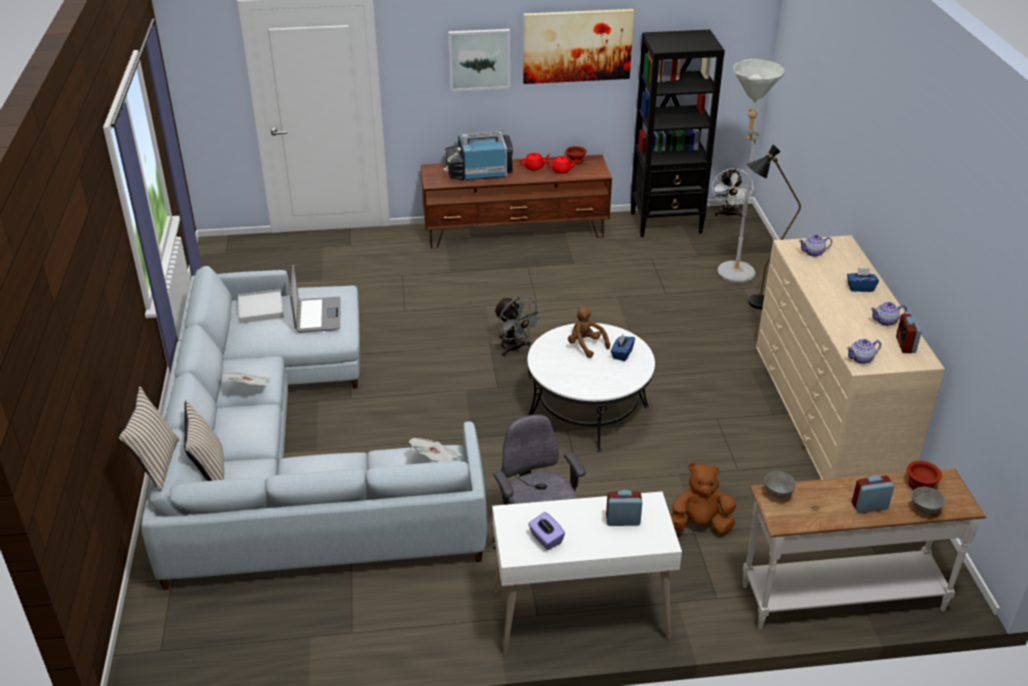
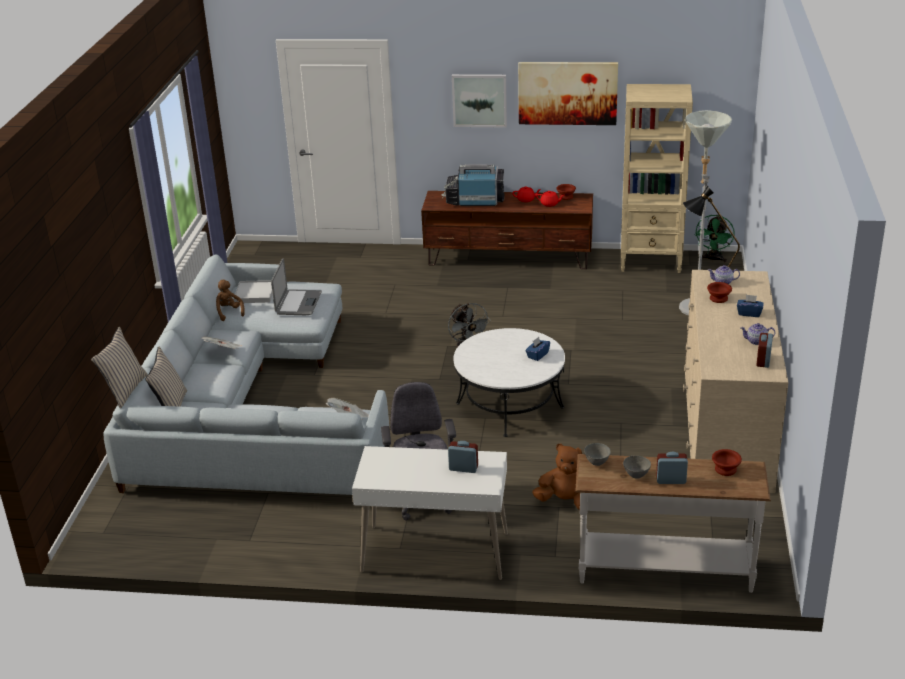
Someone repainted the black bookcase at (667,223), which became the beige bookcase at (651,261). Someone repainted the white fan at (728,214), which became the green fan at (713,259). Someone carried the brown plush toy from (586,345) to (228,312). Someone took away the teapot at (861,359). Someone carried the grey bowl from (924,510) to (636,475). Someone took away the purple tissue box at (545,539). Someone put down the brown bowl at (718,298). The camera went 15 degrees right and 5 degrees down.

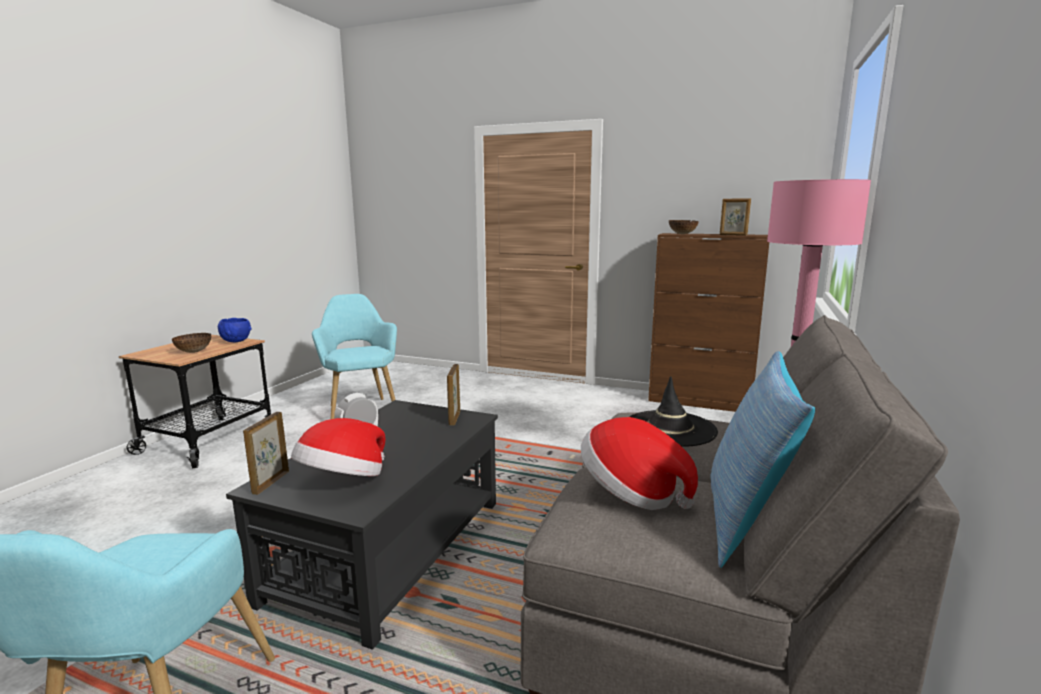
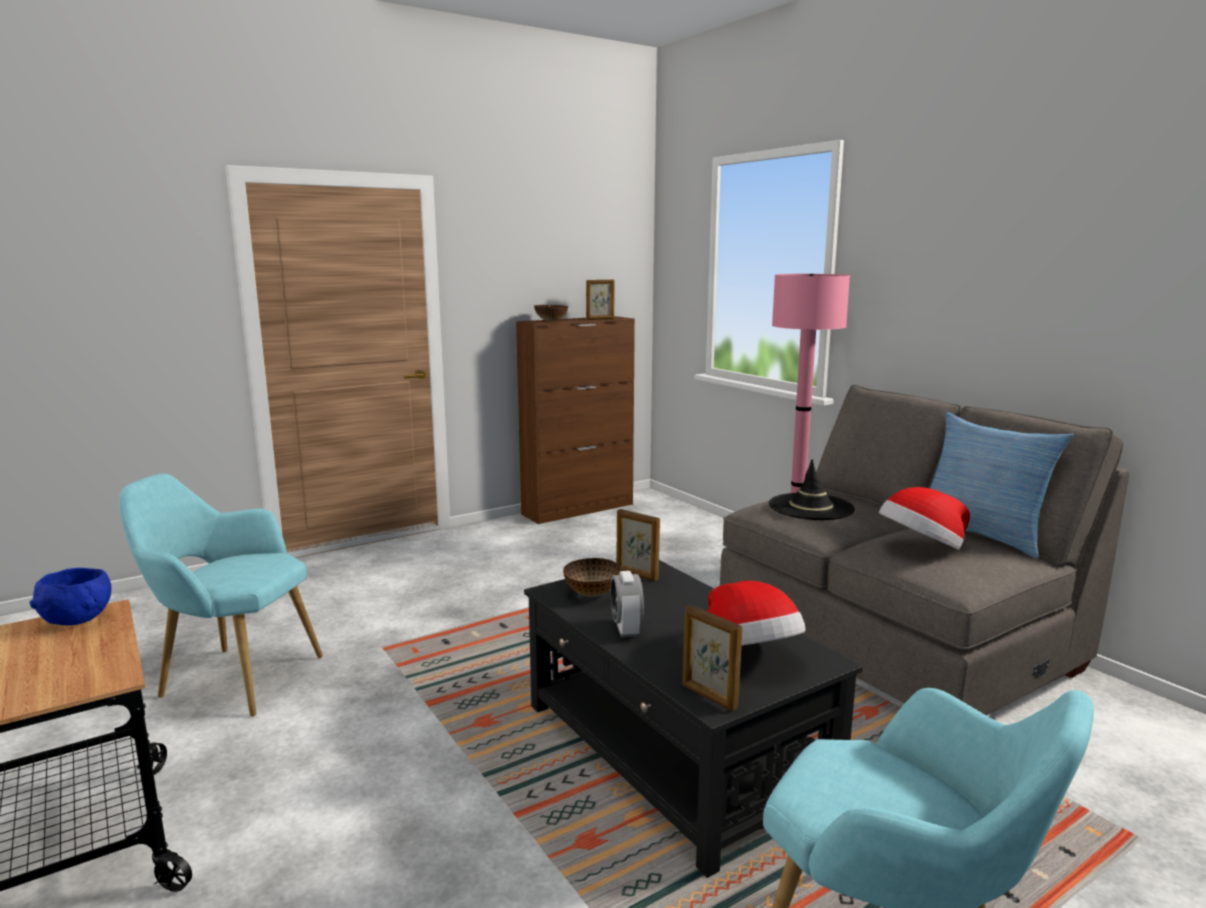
Someone carried the bowl from (193,352) to (591,594). The camera went 55 degrees left and 0 degrees up.

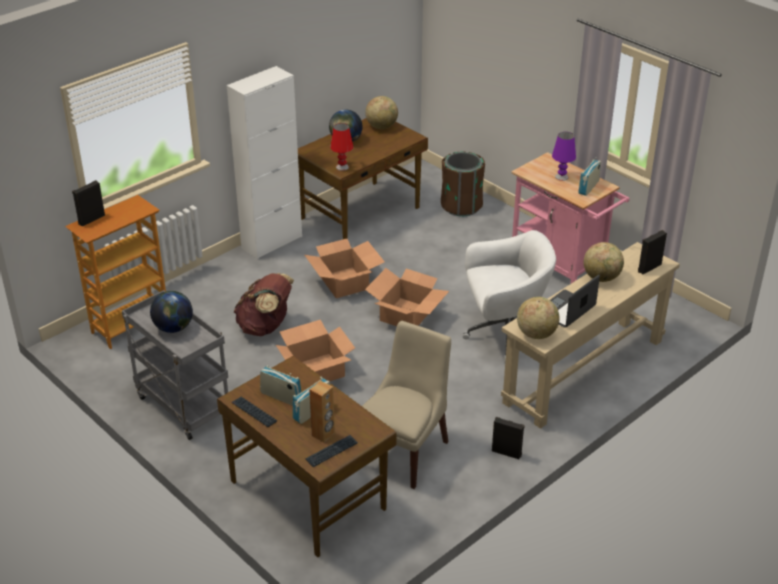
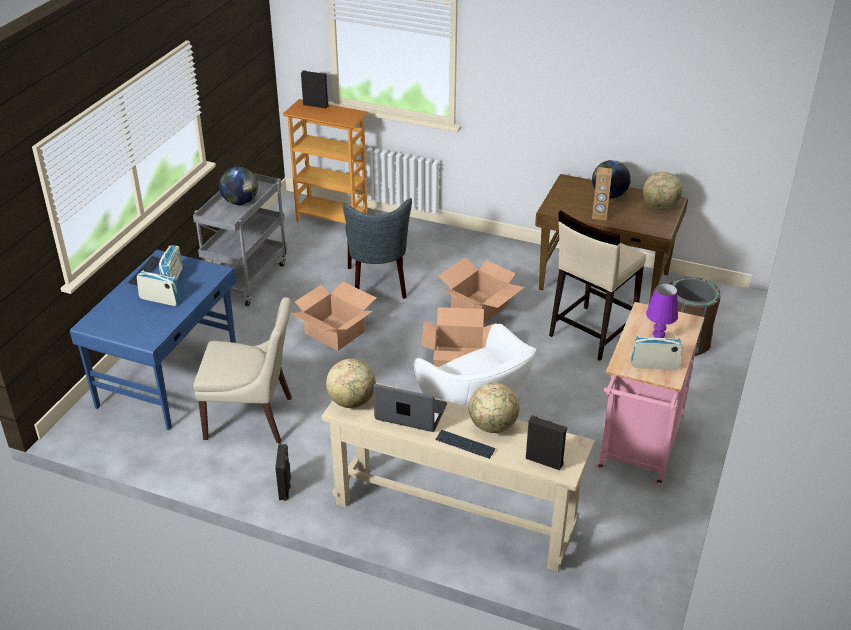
Someone took away the white cabinet at (272,242). Someone took away the red table lamp at (342,167). Someone swapped the brown backpack at (265,327) for the grey chair at (378,285). Someone repainted the brown desk at (308,494), which became the blue desk at (170,378). Someone carried the brown speaker from (323,434) to (599,216). Someone carried the keyboard from (332,452) to (465,445). Someone put down the beige stool at (591,333). The camera went 65 degrees right and 0 degrees up.

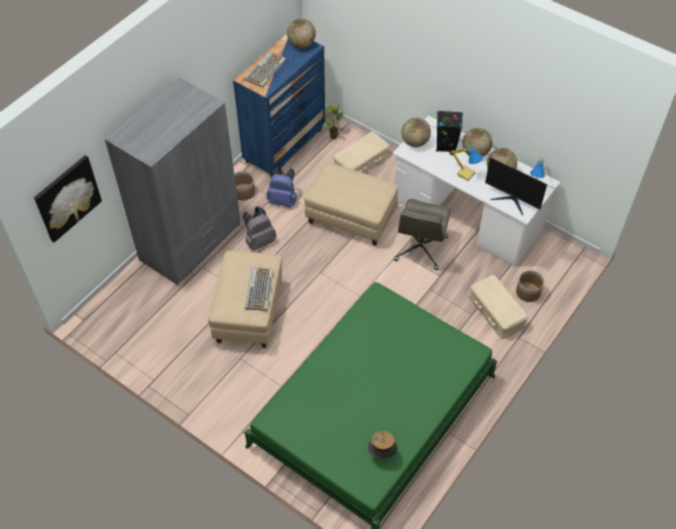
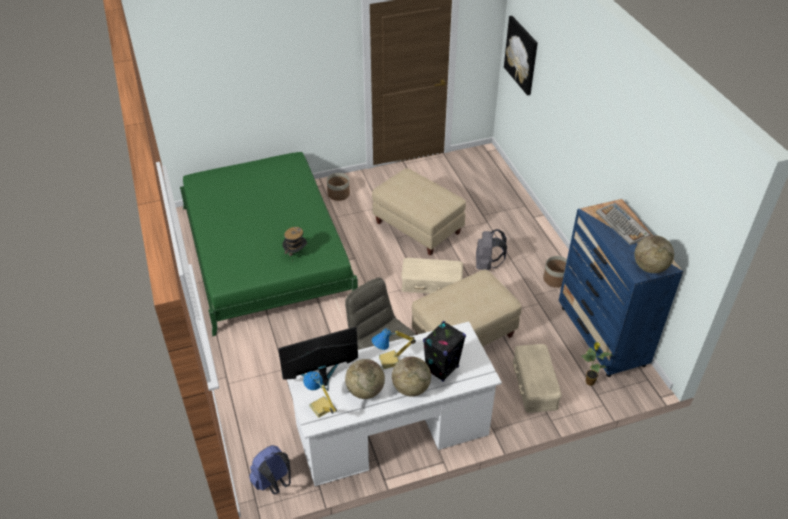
Someone took away the grey wardrobe at (191,242). Someone took away the globe at (415,142). Someone carried the blue backpack from (283,200) to (273,483). Someone took away the keyboard at (259,289). Someone carried the planter from (528,292) to (338,194). Someone carried the beige storage box from (496,312) to (431,282). Someone carried the hat from (382,453) to (296,253). The camera went 125 degrees right and 10 degrees down.

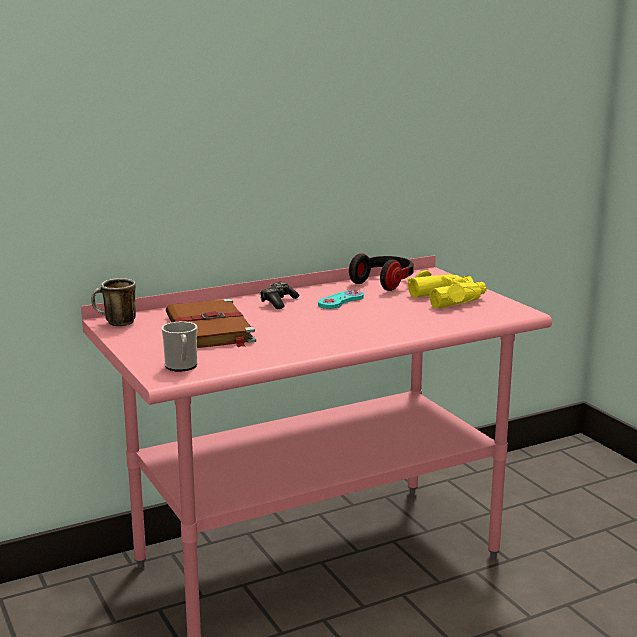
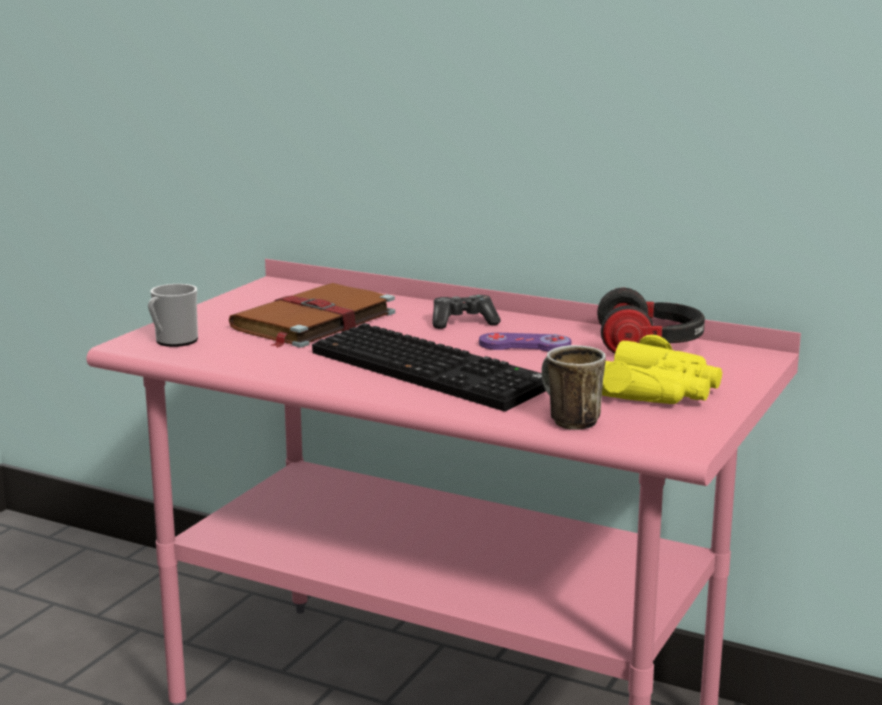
Someone carried the mug from (115,323) to (566,420). Someone repainted the turquoise game controller at (340,301), which became the purple game controller at (524,345). Someone put down the keyboard at (434,370). The camera went 55 degrees right and 0 degrees up.

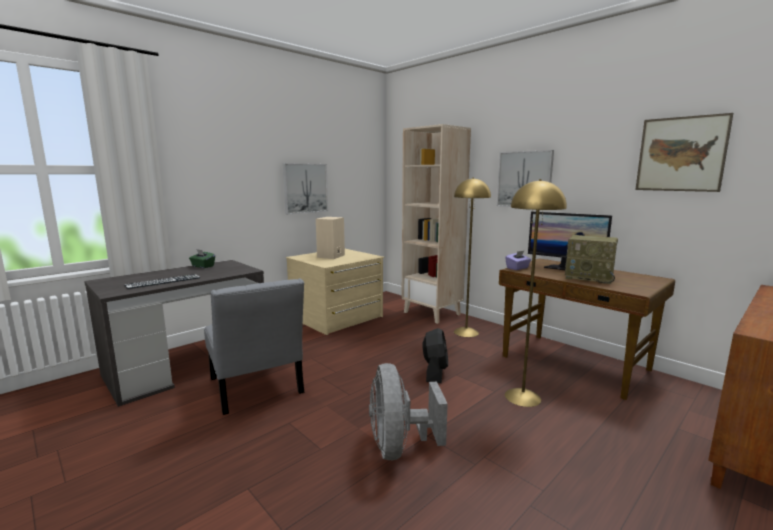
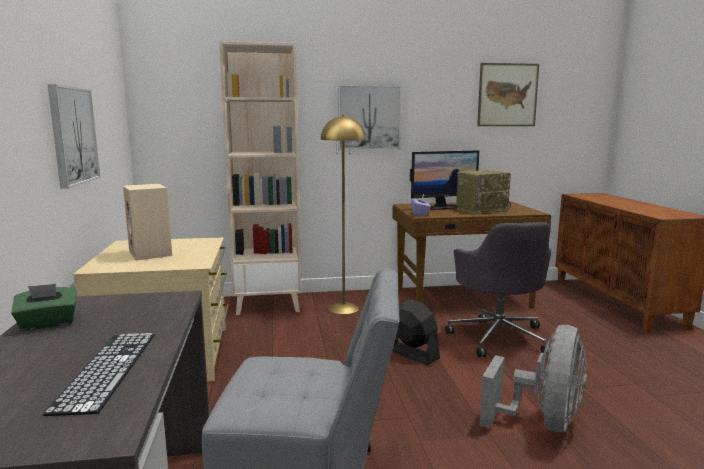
Someone swapped the yellow floor lamp at (522,397) for the grey office chair at (498,337). Someone rotated the grey fan at (399,446) by 90 degrees counterclockwise. The camera went 55 degrees left and 0 degrees up.

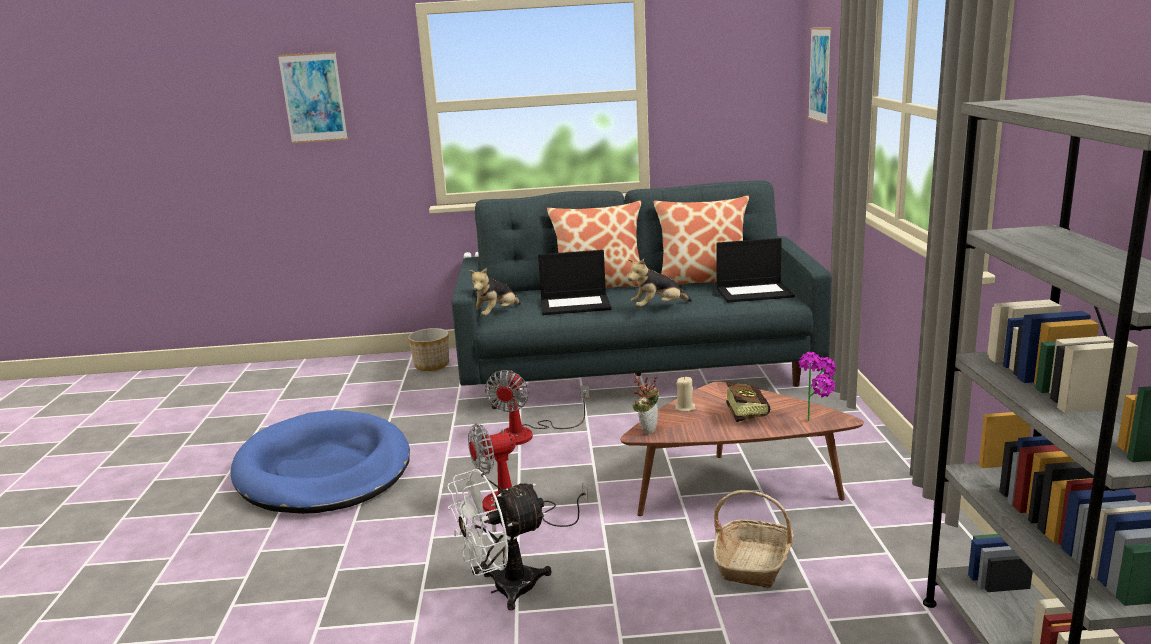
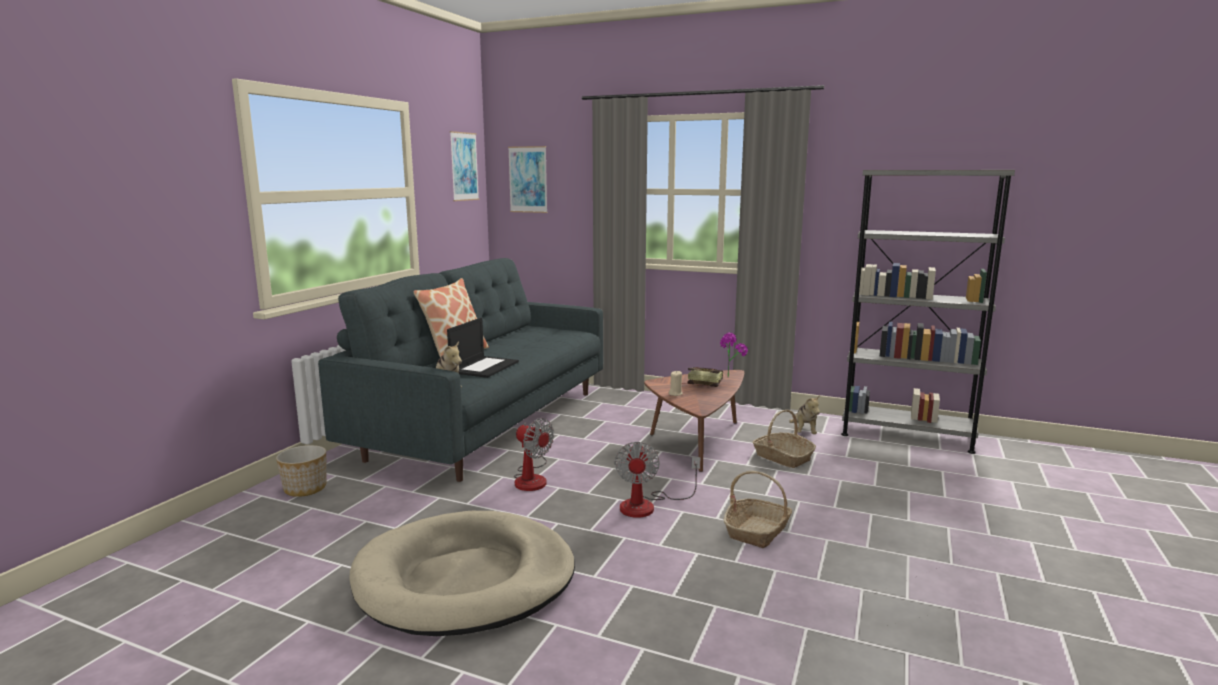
Someone carried the picture from (313,97) to (464,166). Someone took away the pillow at (703,281). Someone took away the laptop at (755,292). Someone carried the plush toy from (658,308) to (804,432). Someone took away the potted plant at (647,429). Someone repainted the blue dog bed at (324,470), which became the beige dog bed at (465,579). Someone swapped the white fan at (503,589) for the basket at (757,531). The camera went 65 degrees left and 5 degrees down.

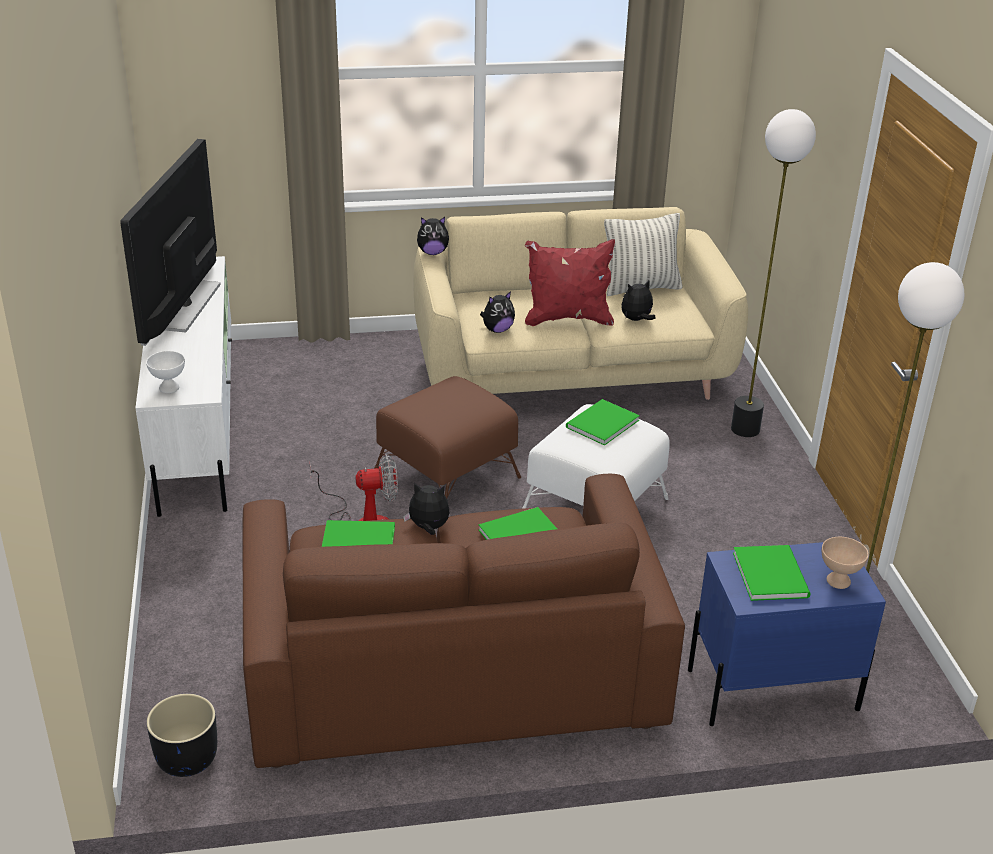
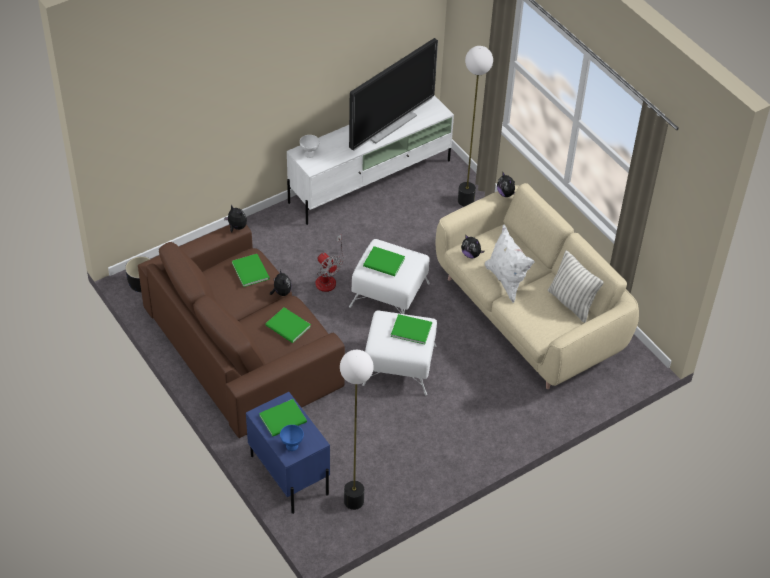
Someone carried the floor lamp from (746,429) to (466,201). Someone rotated the television at (187,306) by 150 degrees clockwise. Someone repainted the red pillow at (567,319), which became the white pillow at (506,280). Someone carried the plush toy from (636,320) to (236,227). Someone repainted the brown ottoman at (448,474), which became the white ottoman at (390,295). Someone repainted the beige bowl at (838,582), which became the blue bowl at (291,446). Someone put down the green book at (384,263). The camera went 65 degrees right and 15 degrees up.

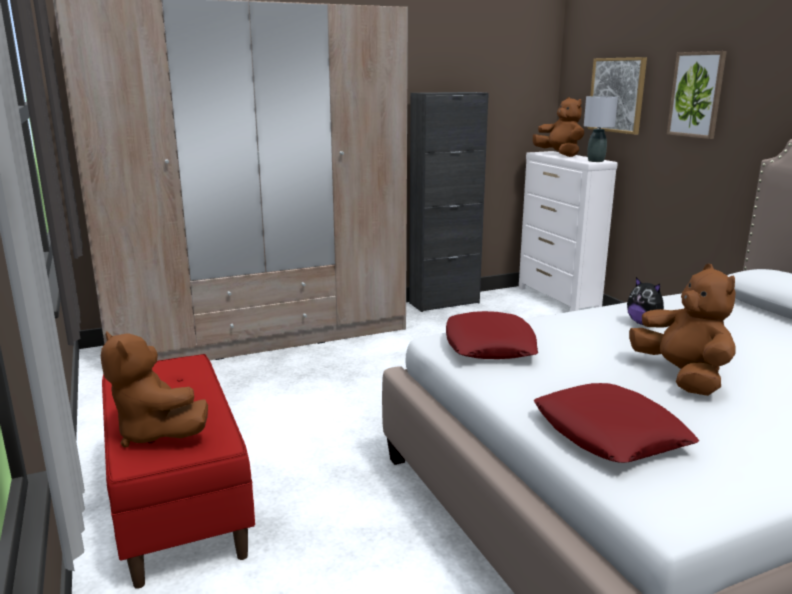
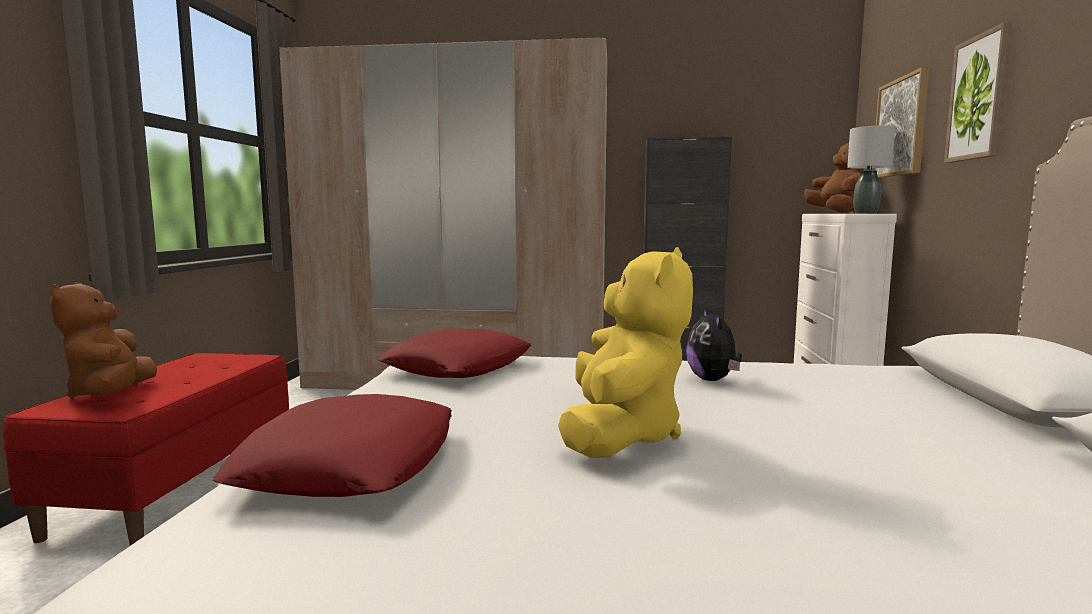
Someone repainted the brown plush toy at (681,377), which became the yellow plush toy at (620,435). The camera went 30 degrees right and 10 degrees down.

